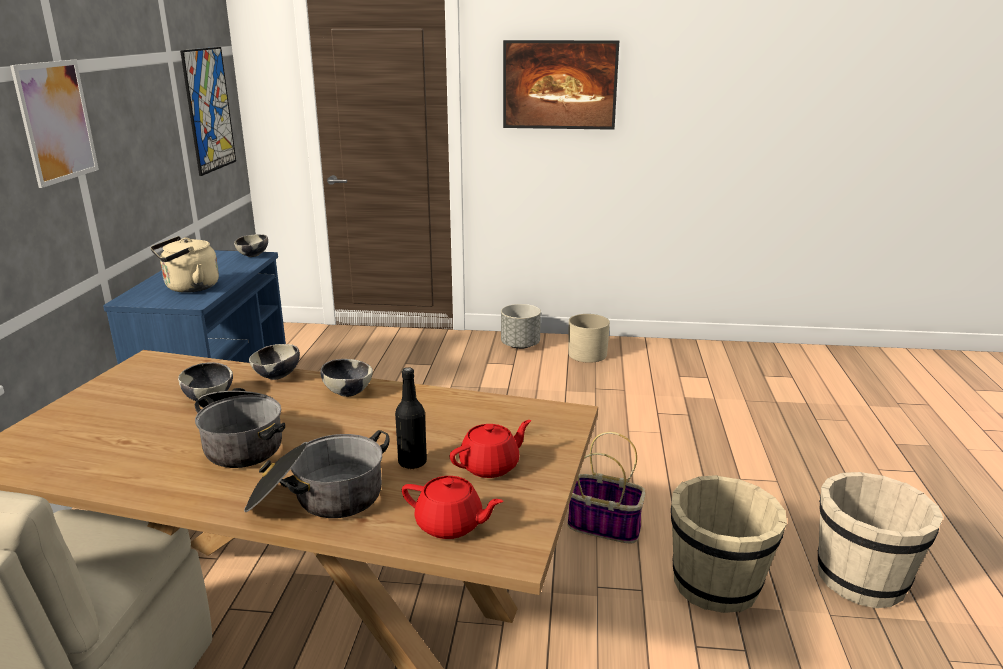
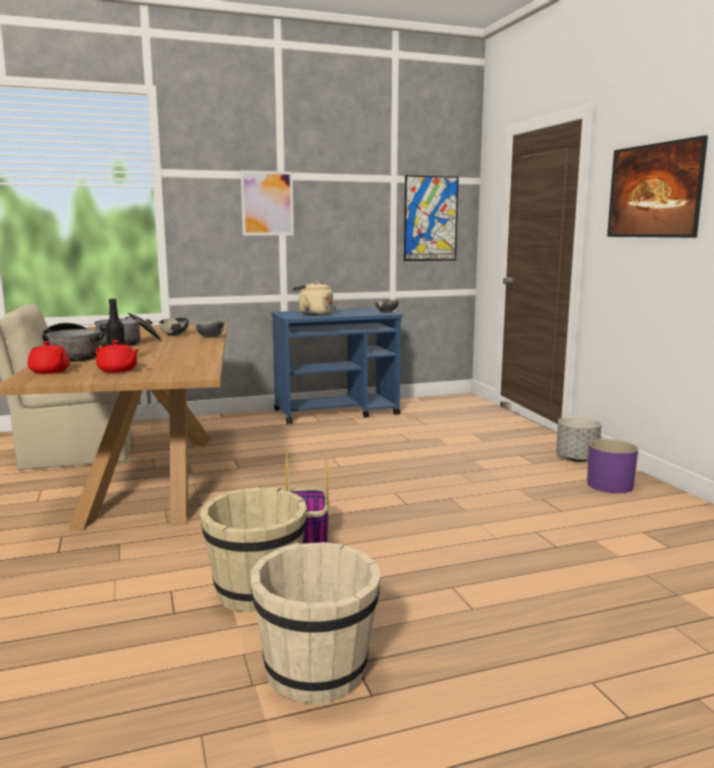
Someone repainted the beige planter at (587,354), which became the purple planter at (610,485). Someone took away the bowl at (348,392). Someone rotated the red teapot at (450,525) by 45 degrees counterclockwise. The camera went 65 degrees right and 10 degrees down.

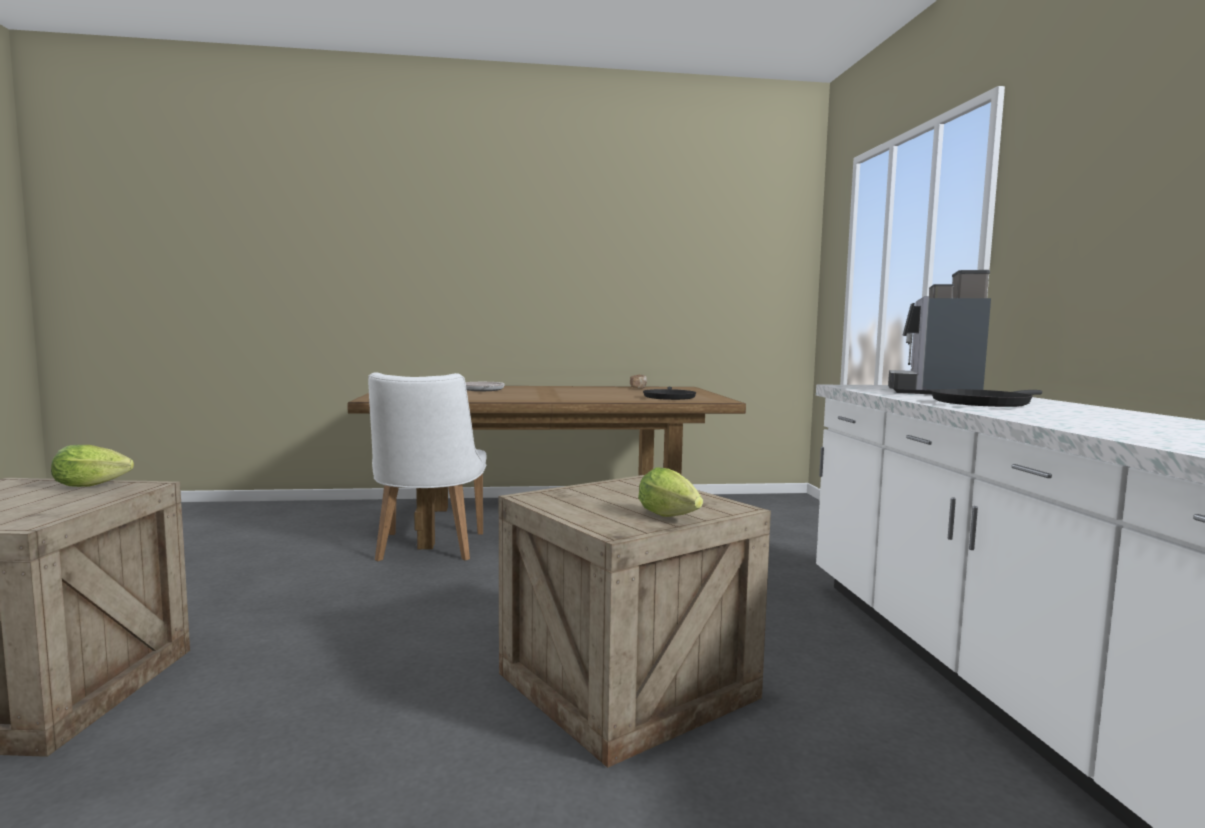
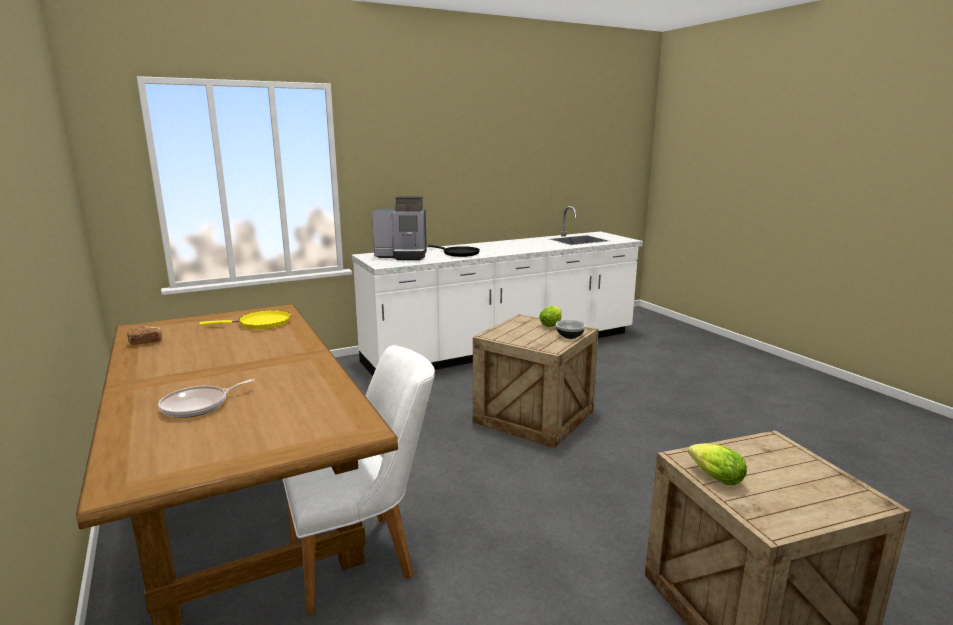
Someone repainted the black frying pan at (669,397), which became the yellow frying pan at (261,323). Someone put down the bowl at (570,336). The camera went 110 degrees left and 10 degrees up.

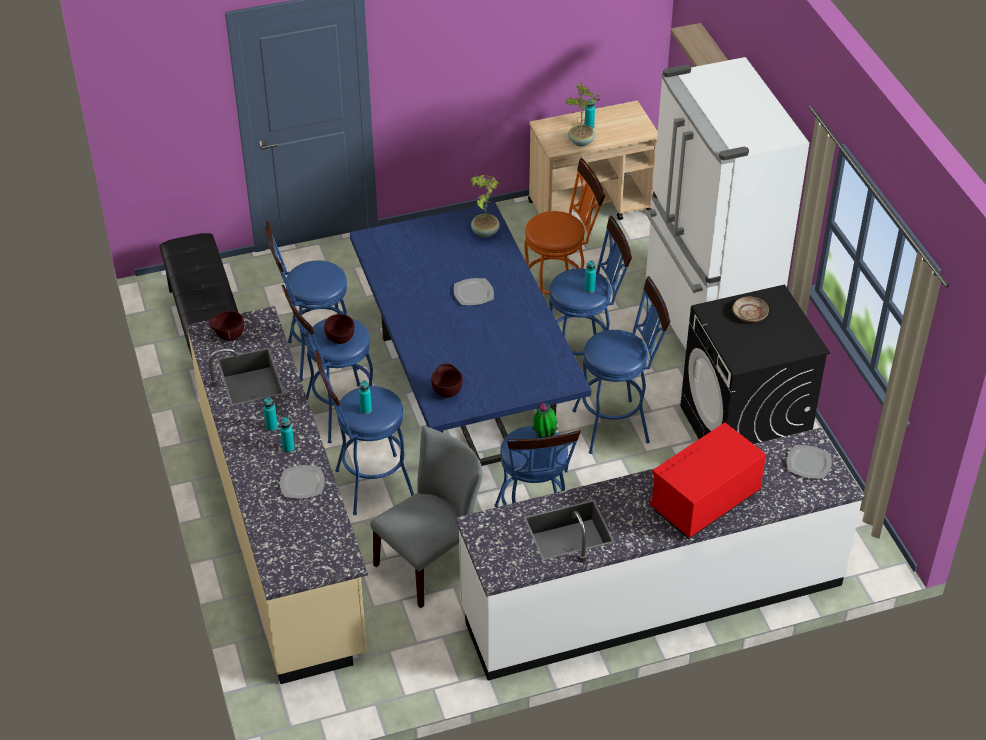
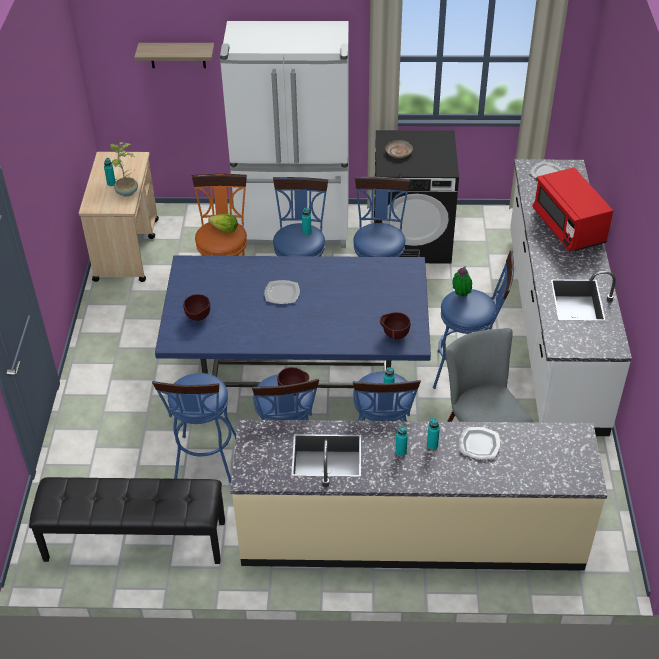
Someone took away the potted plant at (484,232). Someone carried the brown bowl from (228,337) to (198,318). Someone put down the lettuce at (224,229). The camera went 70 degrees left and 0 degrees up.

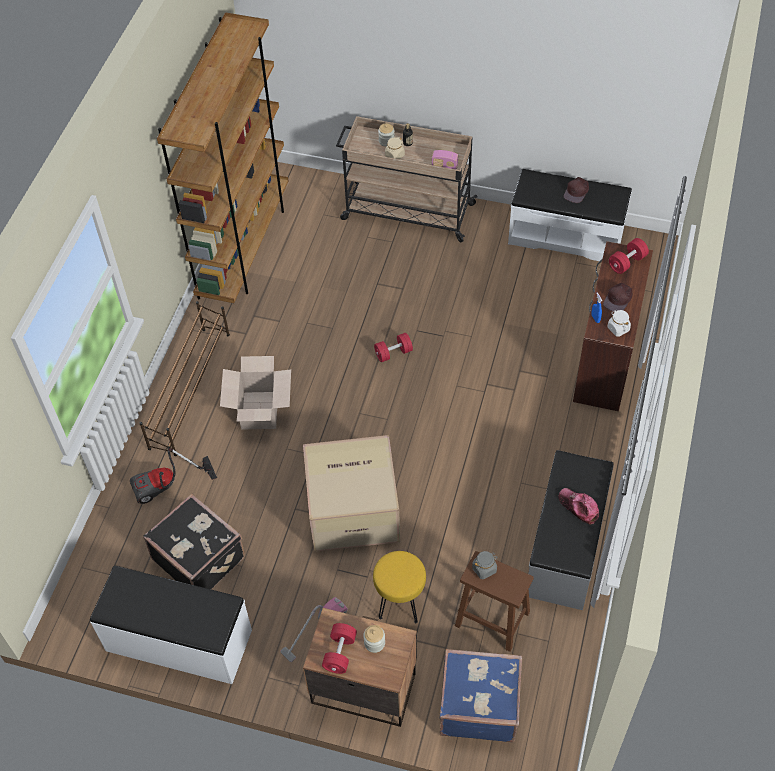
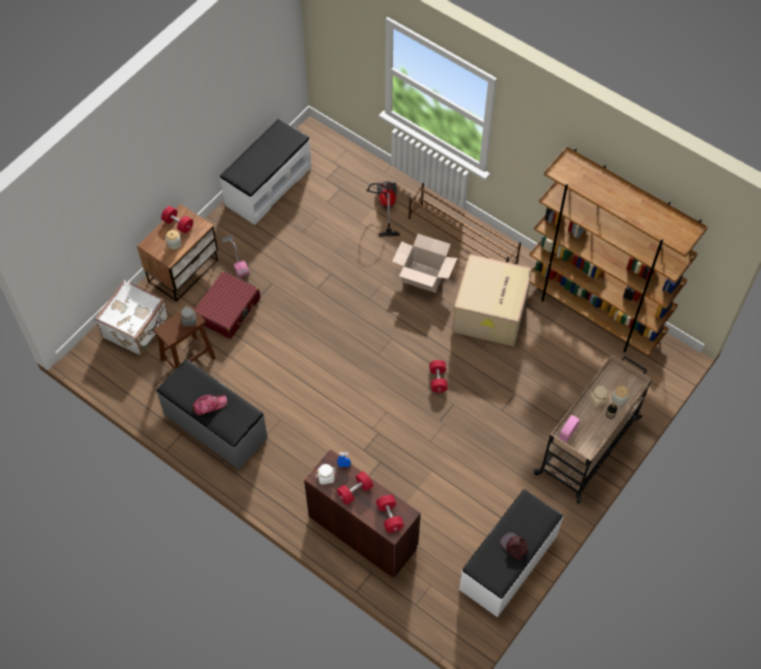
Someone swapped the brown cap at (618,299) for the red dumbbell at (355,491). Someone carried the cardboard box from (354,508) to (490,314). Someone took away the black suitcase at (199,557). Someone swapped the yellow stool at (399,603) for the red suitcase at (228,310). Someone repainted the blue suitcase at (478,704), which became the white suitcase at (137,328). The camera went 110 degrees right and 5 degrees up.

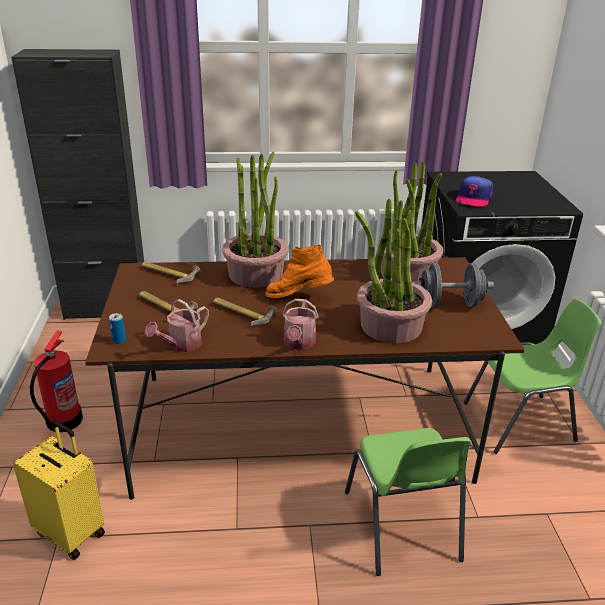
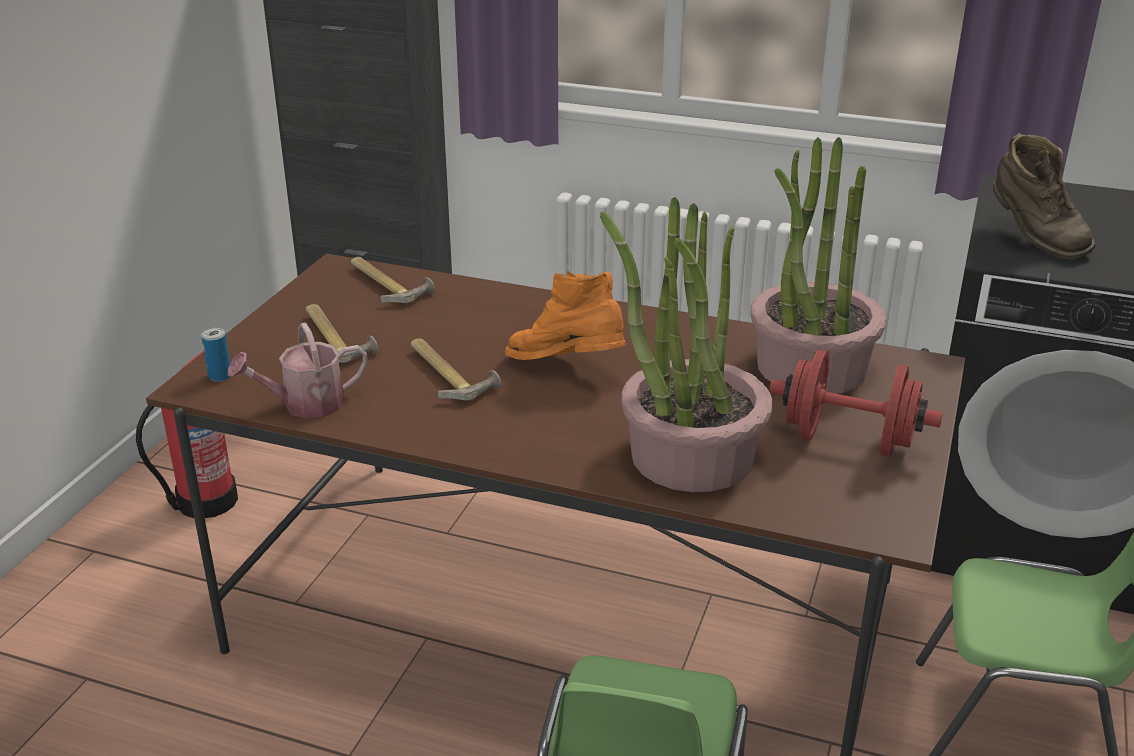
Someone took away the potted plant at (256,274). Someone swapped the cap at (473,198) for the brown boot at (1033,239). Someone repainted the grey dumbbell at (449,304), which became the red dumbbell at (848,440). Someone took away the watering can at (299,343). Someone took away the yellow suitcase at (71,532). The camera went 25 degrees right and 0 degrees up.

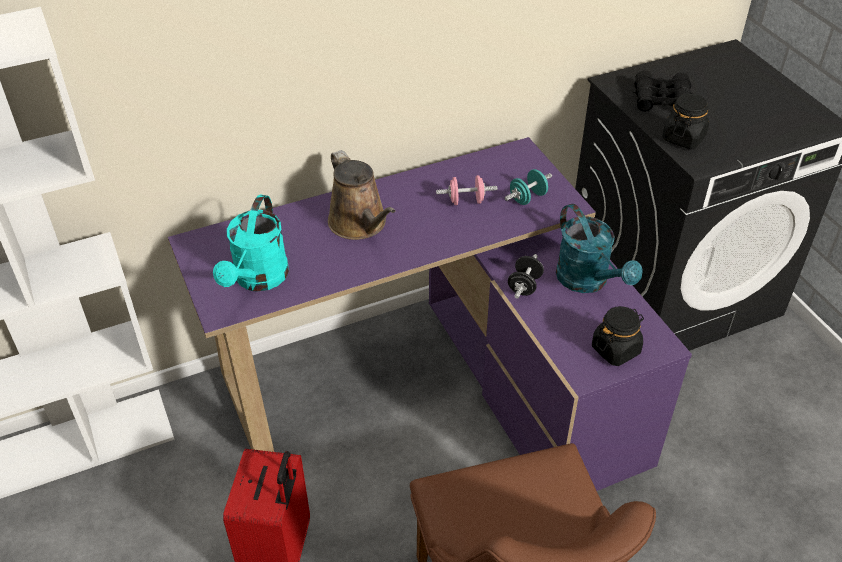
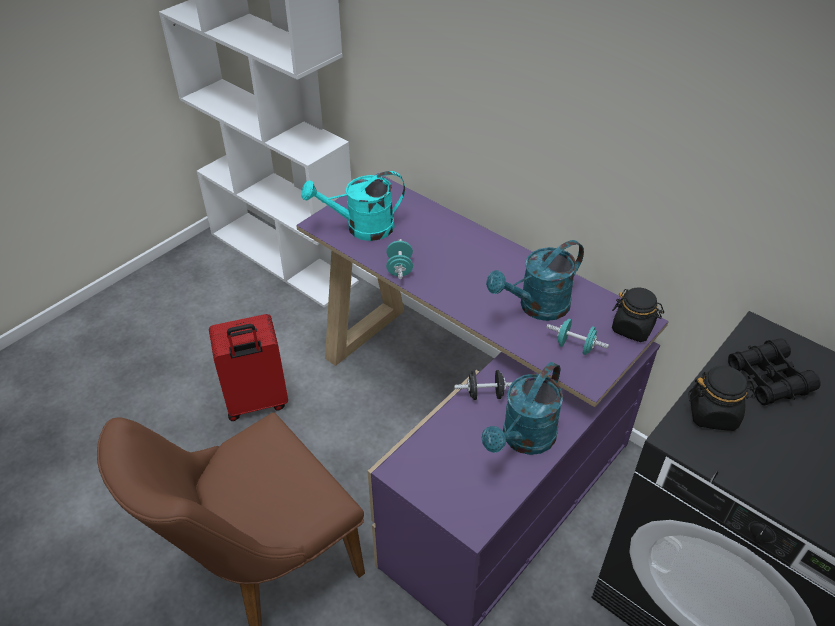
Someone took away the brown watering can at (360,224). Someone swapped the pink dumbbell at (466,201) for the turquoise watering can at (536,307). Someone carried the black jar from (616,349) to (633,328). Someone put down the turquoise dumbbell at (399,268). The camera went 65 degrees right and 0 degrees up.

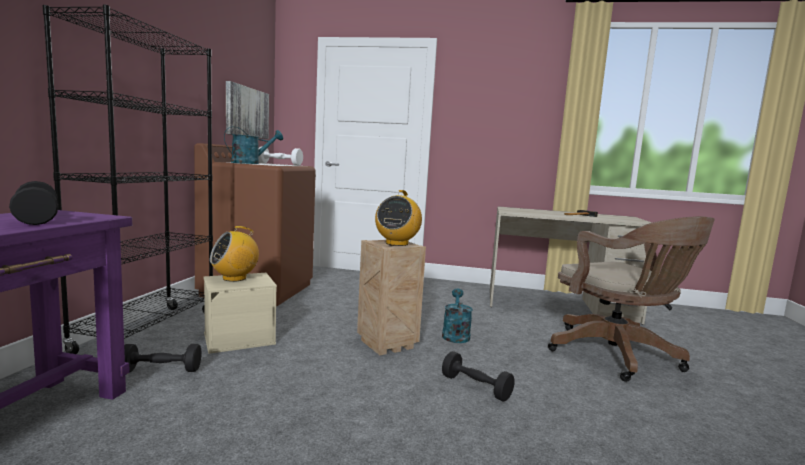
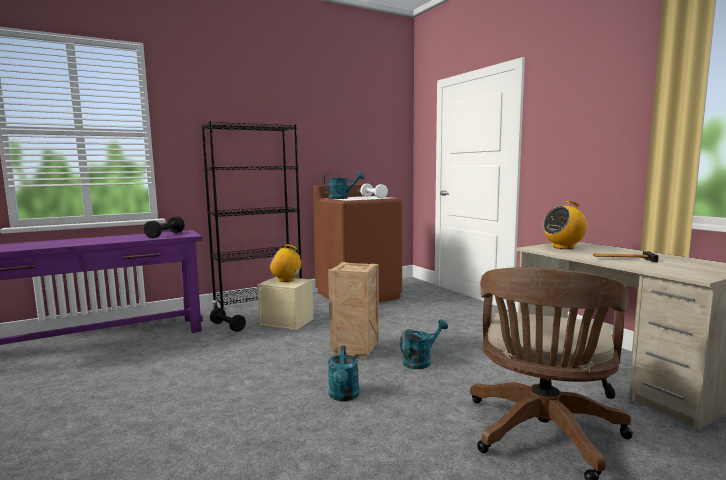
Someone took away the picture at (246,112). Someone carried the radio from (397,243) to (563,247). Someone swapped the black dumbbell at (475,387) for the turquoise watering can at (344,396). The camera went 50 degrees right and 0 degrees up.

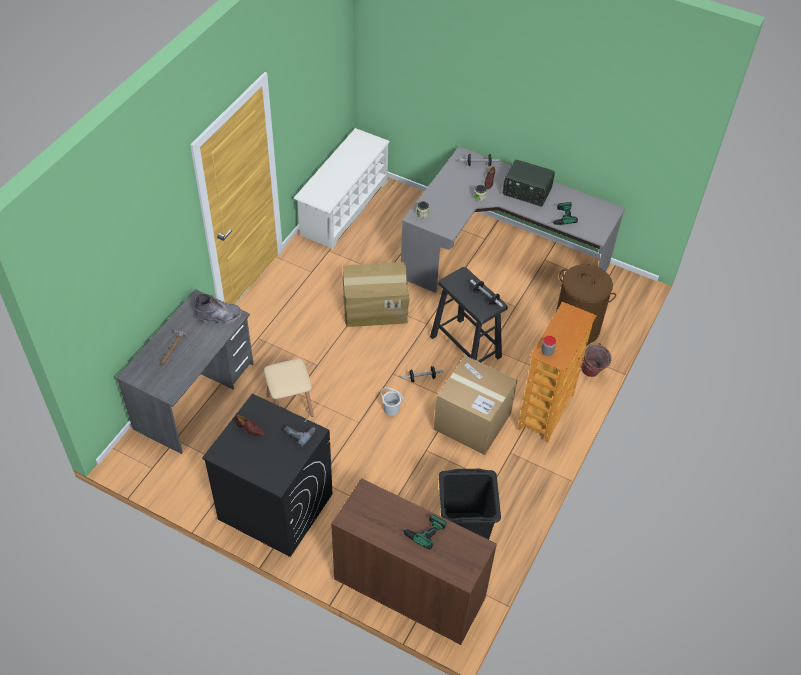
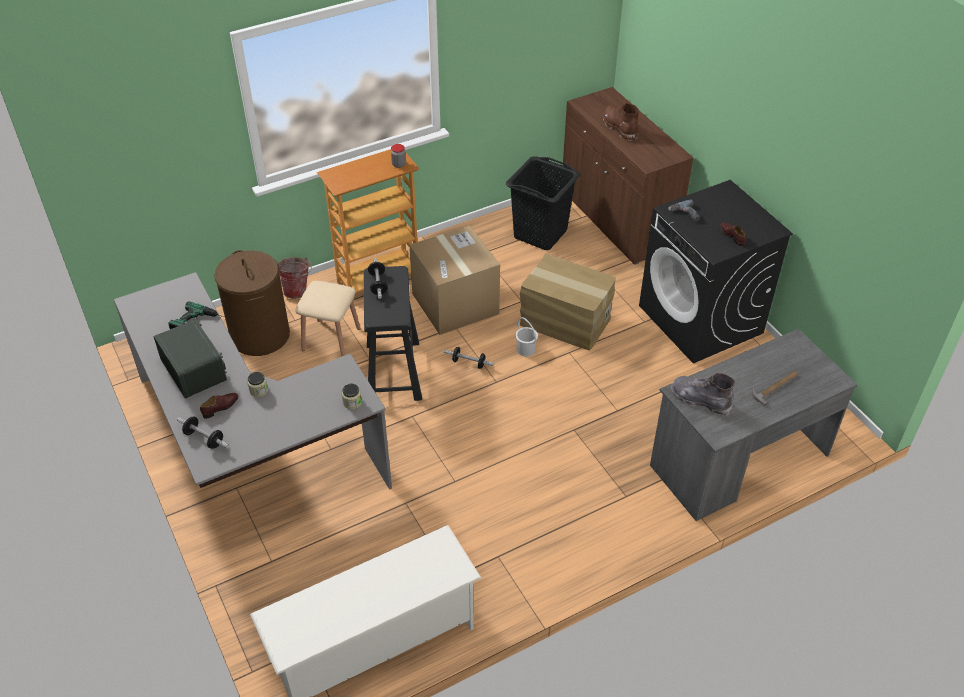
Someone carried the cardboard box from (375,307) to (565,321). Someone carried the beige stool from (290,405) to (331,339). Someone swapped the power drill at (420,529) for the brown boot at (620,128). The camera went 145 degrees left and 5 degrees down.

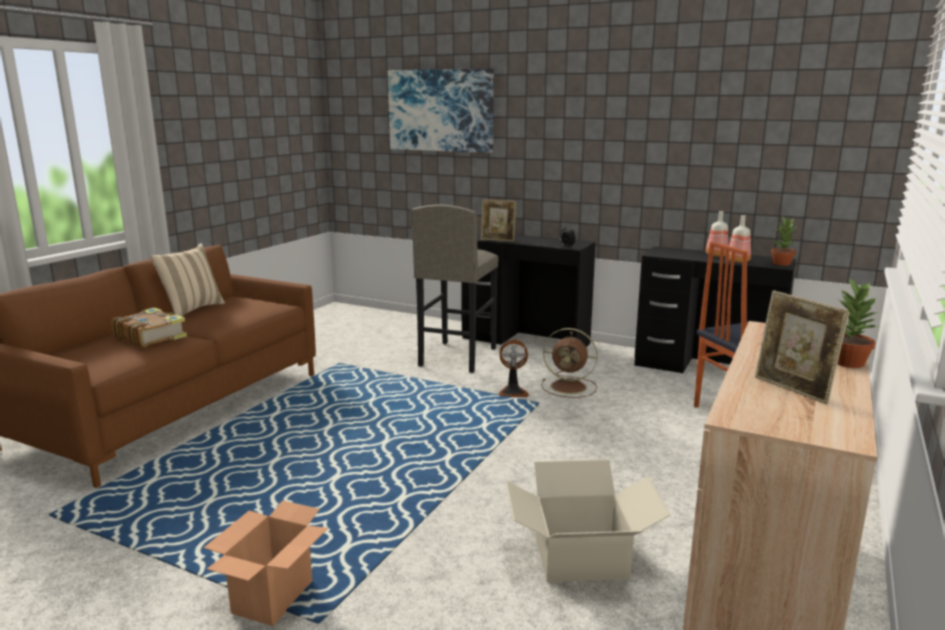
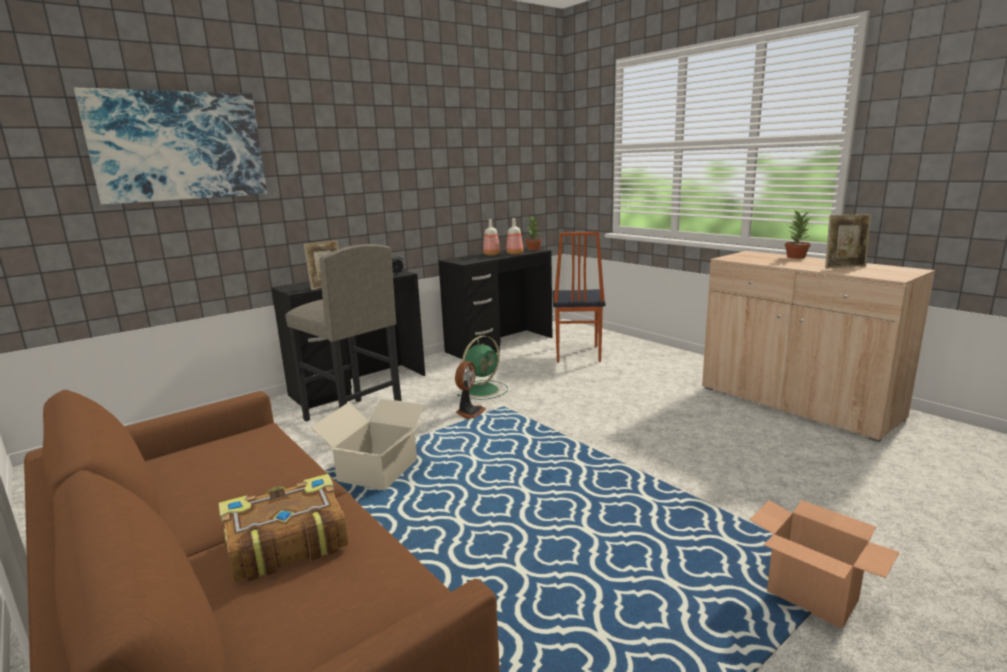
Someone took away the beige pillow at (191,310). Someone repainted the brown fan at (570,387), which became the green fan at (483,390). Someone carried the cardboard box from (581,558) to (379,471). The camera went 65 degrees left and 0 degrees up.

